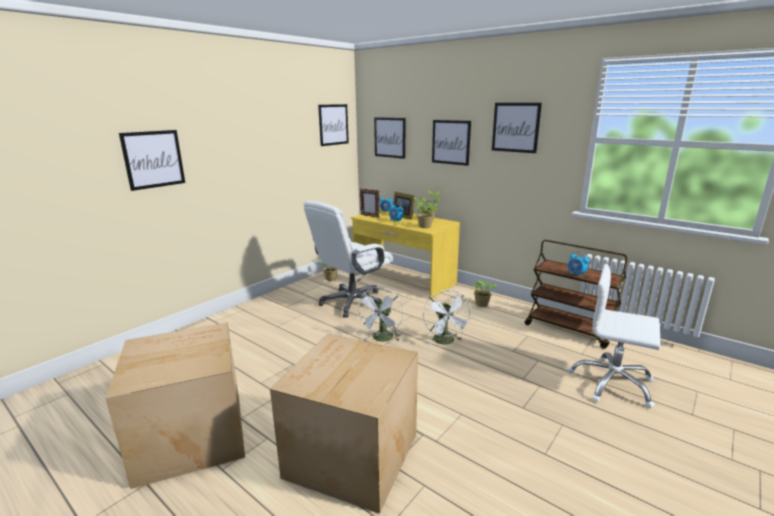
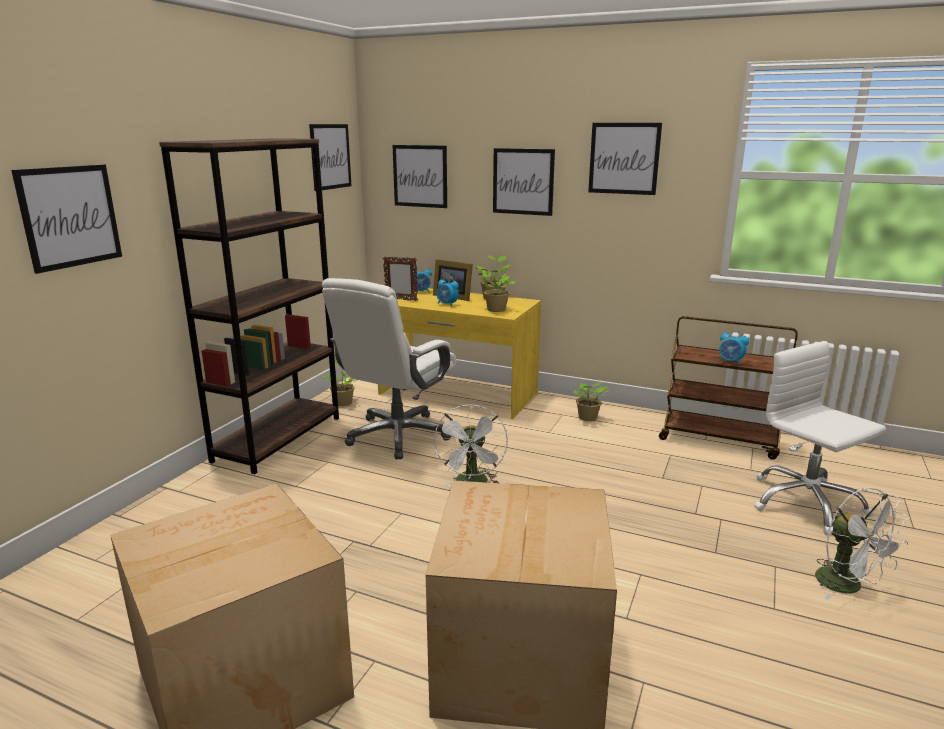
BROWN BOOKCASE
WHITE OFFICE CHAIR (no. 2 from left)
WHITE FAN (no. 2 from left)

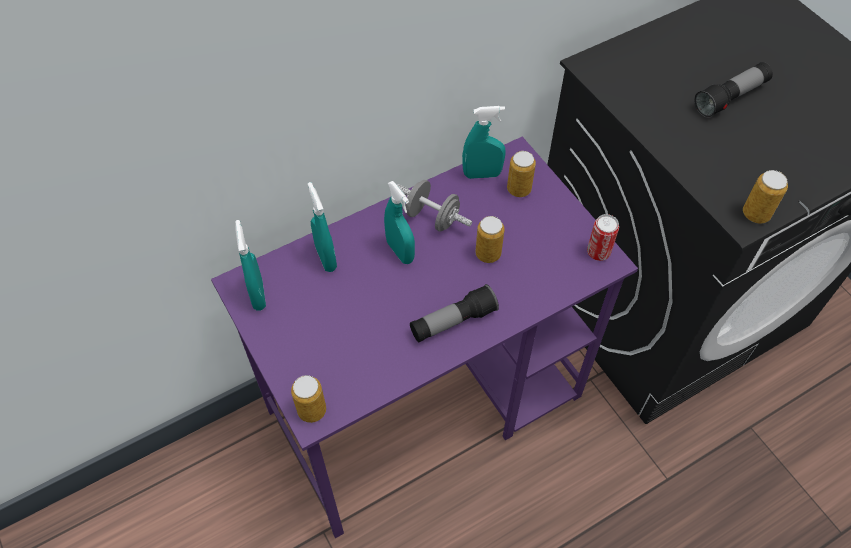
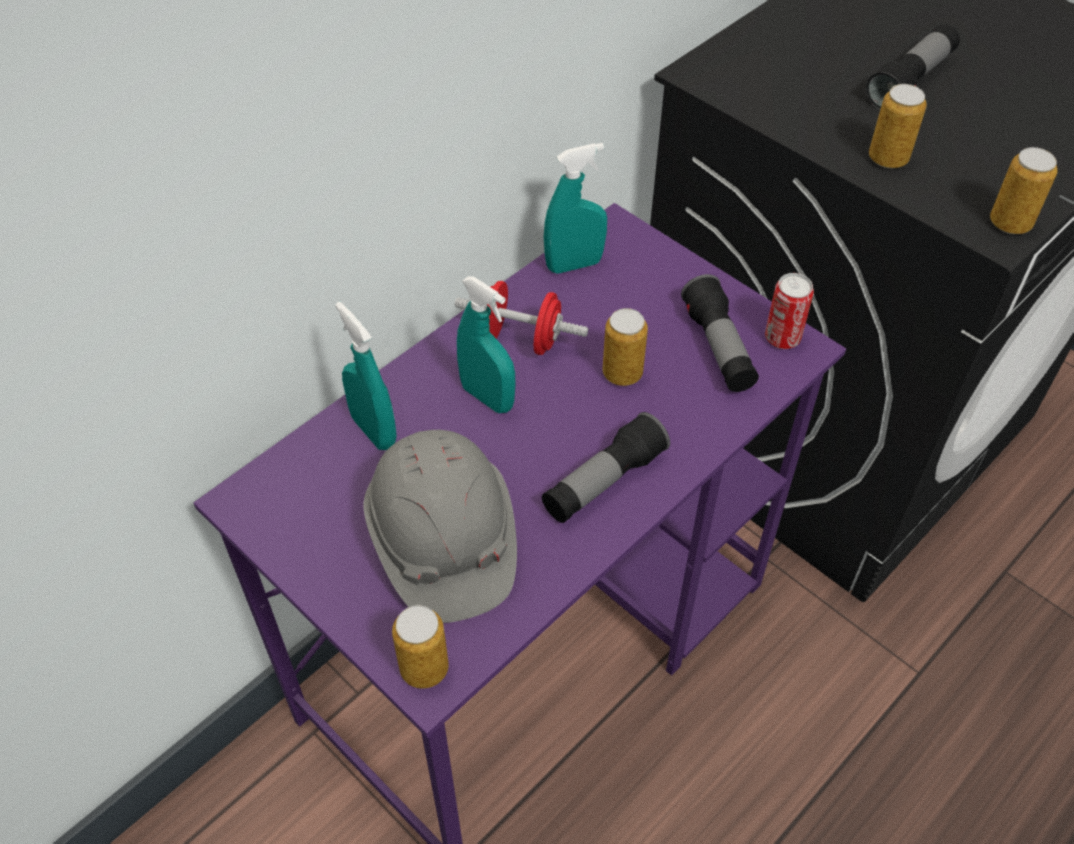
GREY HARD HAT
RED DUMBBELL
FLASHLIGHT (no. 2 from left)
CAN (no. 4 from left)
TURQUOISE SPRAY BOTTLE (no. 1 from left in the first image)

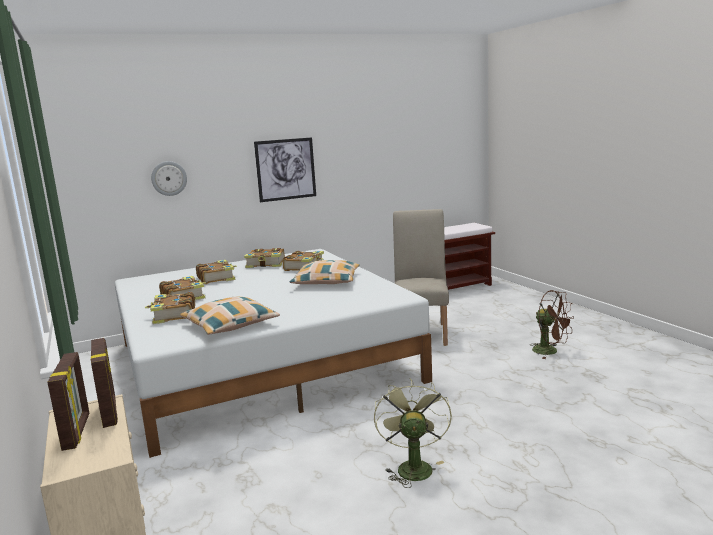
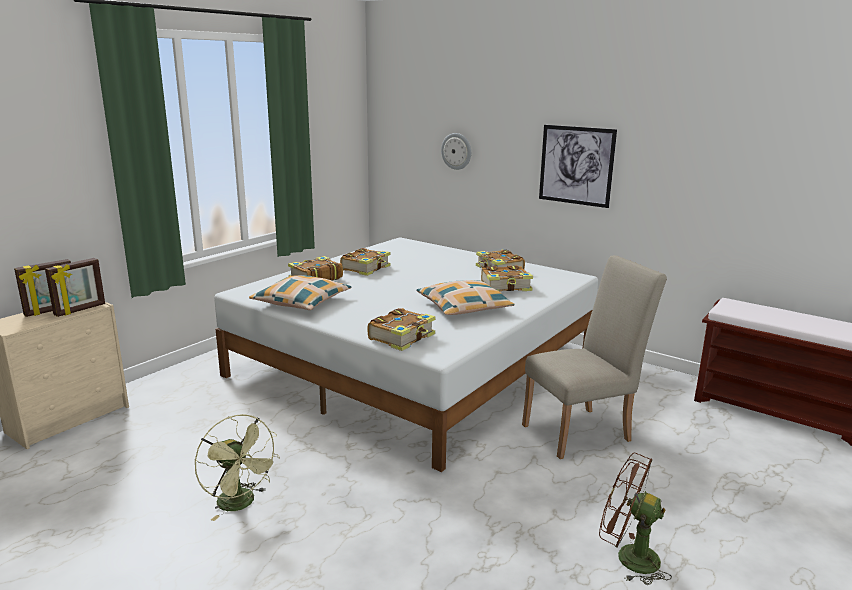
GREEN FAN
BOOK (no. 3 from left)
BROWN FAN

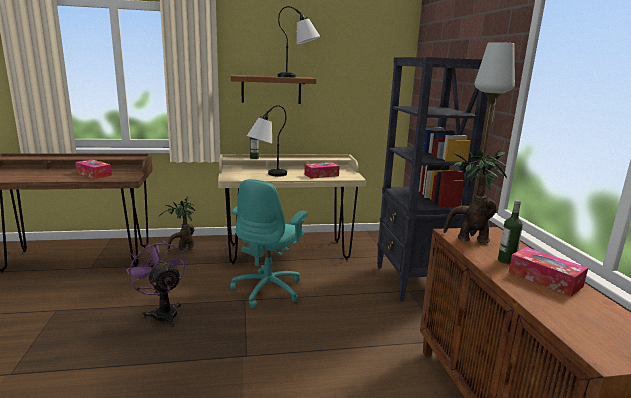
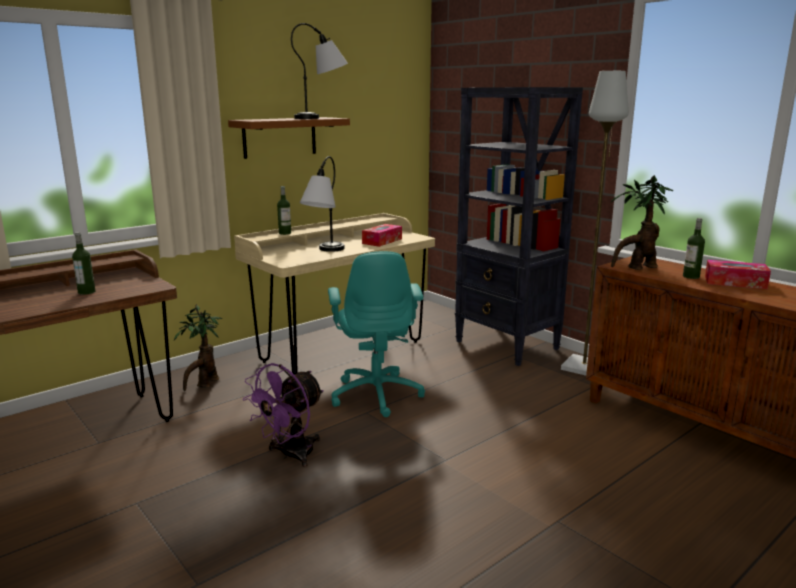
BOTTLE (no. 1 from left)
PURPLE FAN

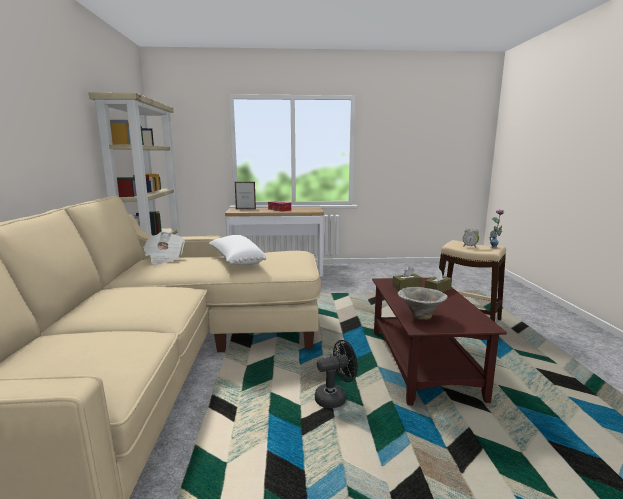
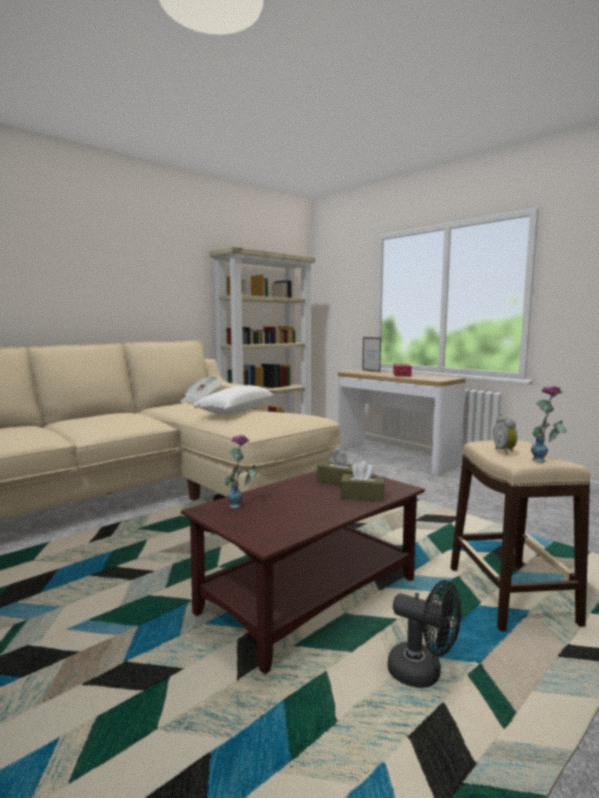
VASE (no. 1 from left)
BLACK FAN

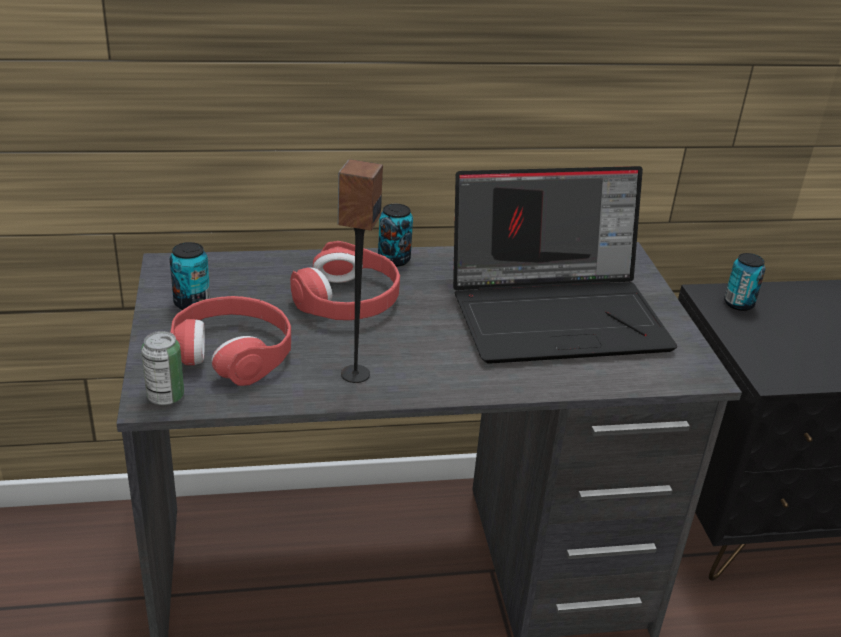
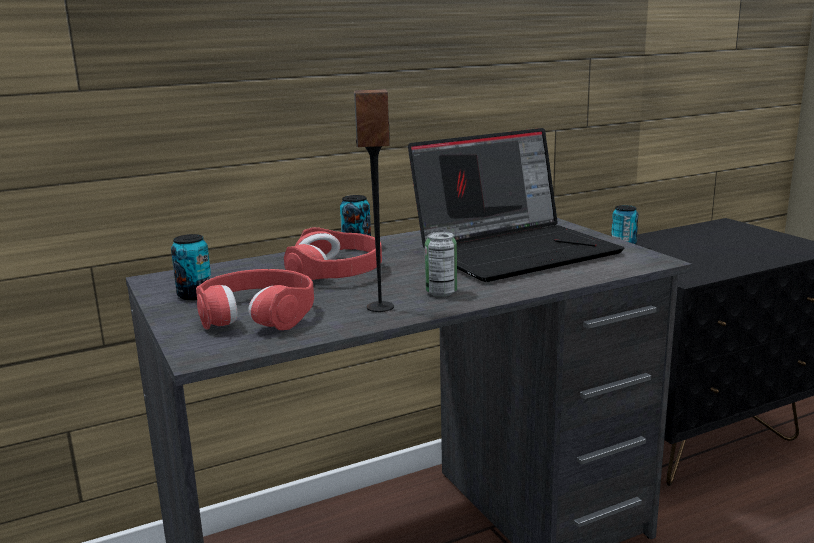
CAN (no. 3 from left)

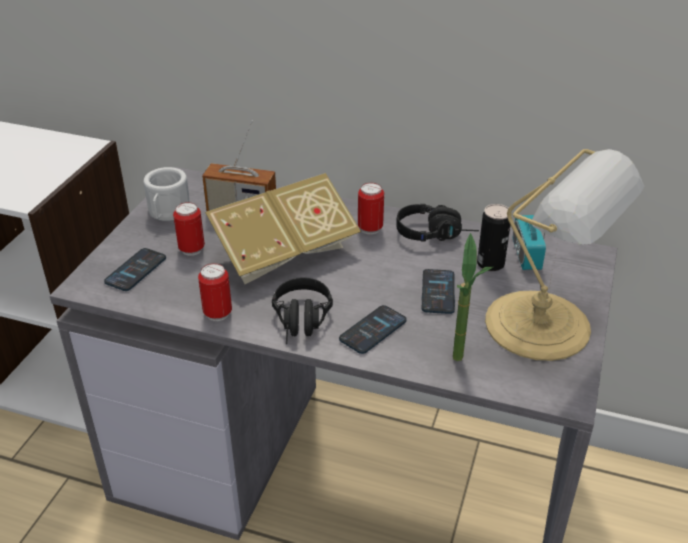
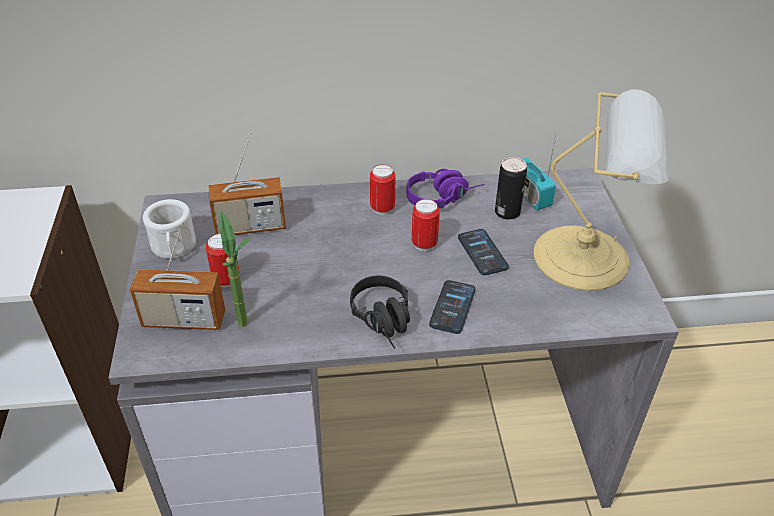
RADIO (no. 1 from left)
POTTED PLANT
PURPLE HEADPHONES
CAN (no. 3 from left)
BOOK

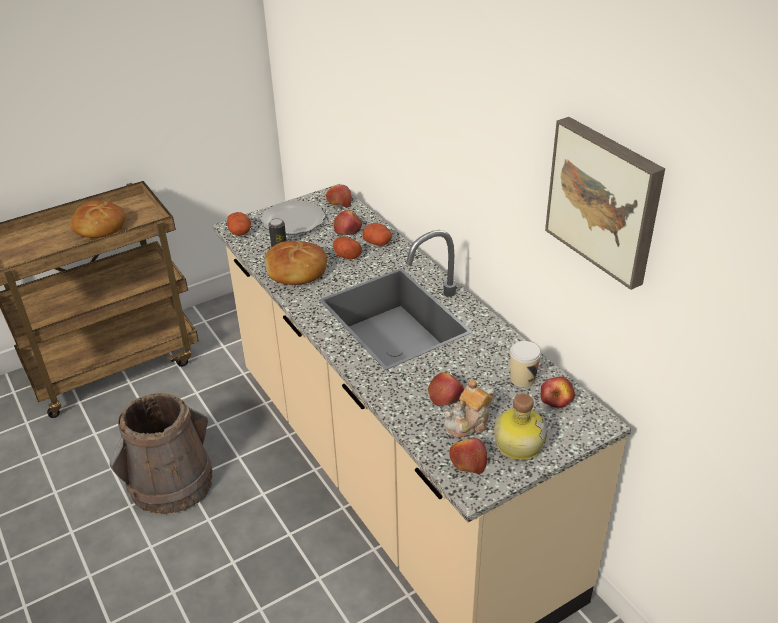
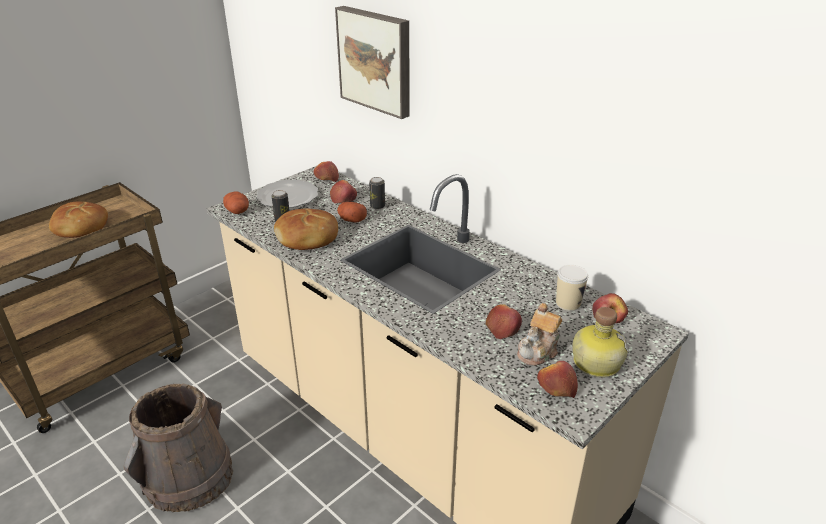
PICTURE
CAN (no. 2 from left)

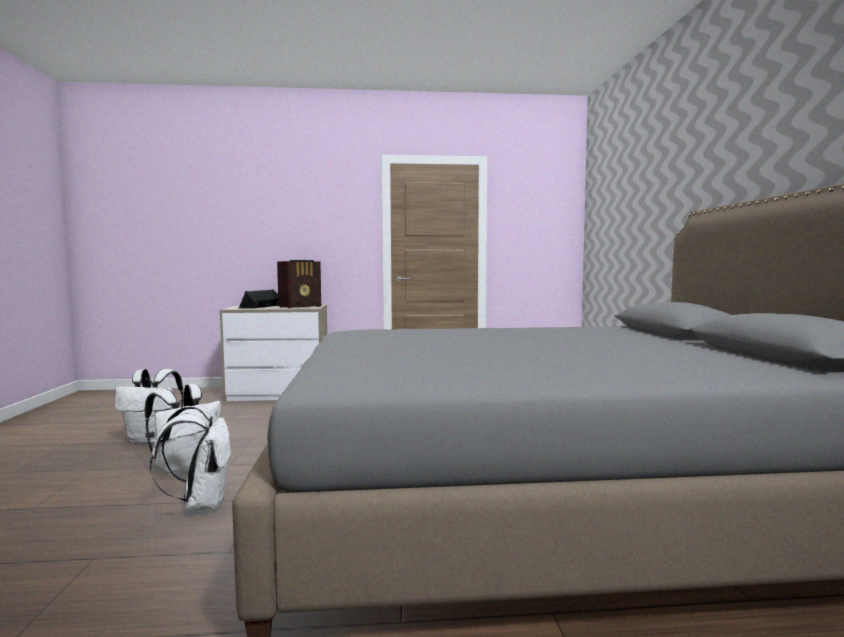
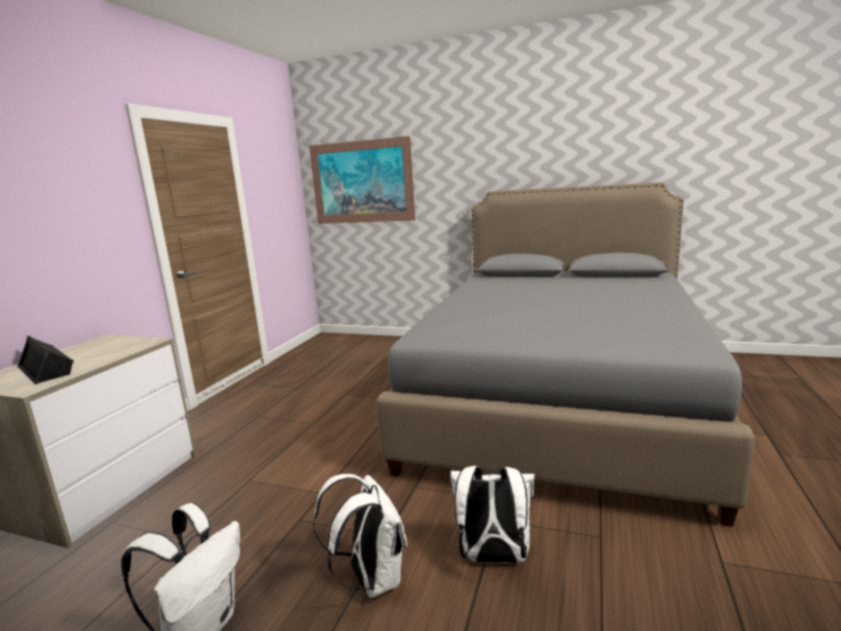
PICTURE
RADIO

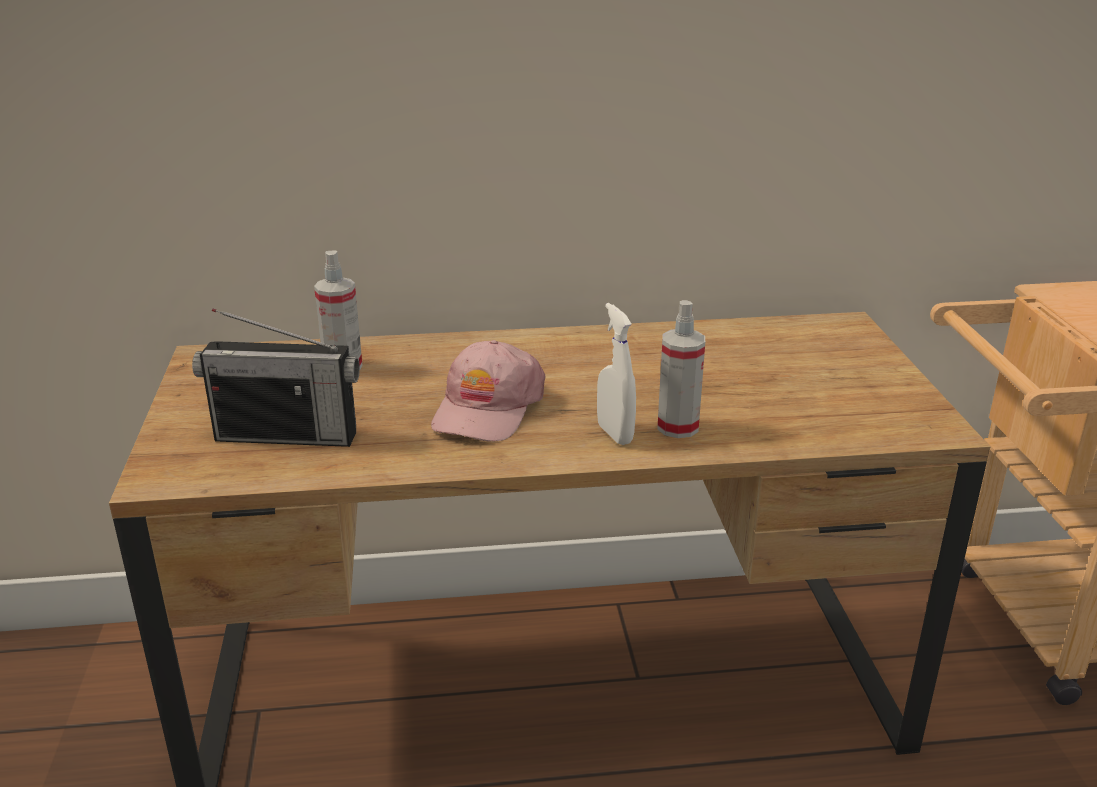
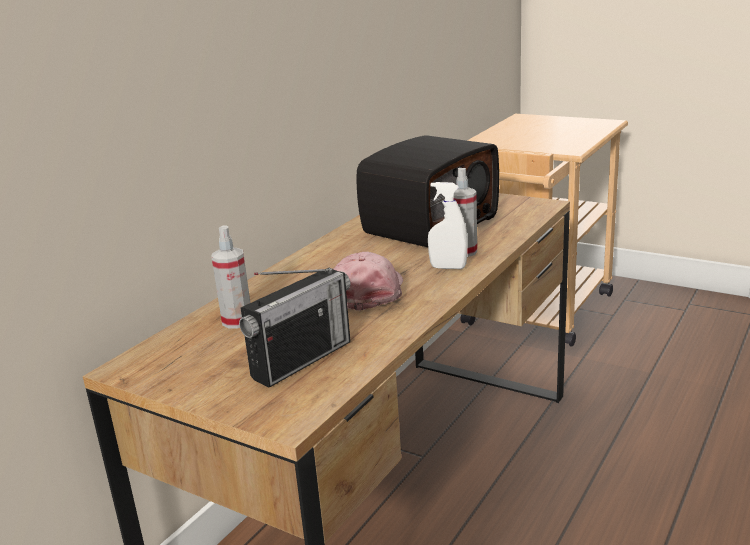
PINK CAP
RADIO (no. 2 from left)

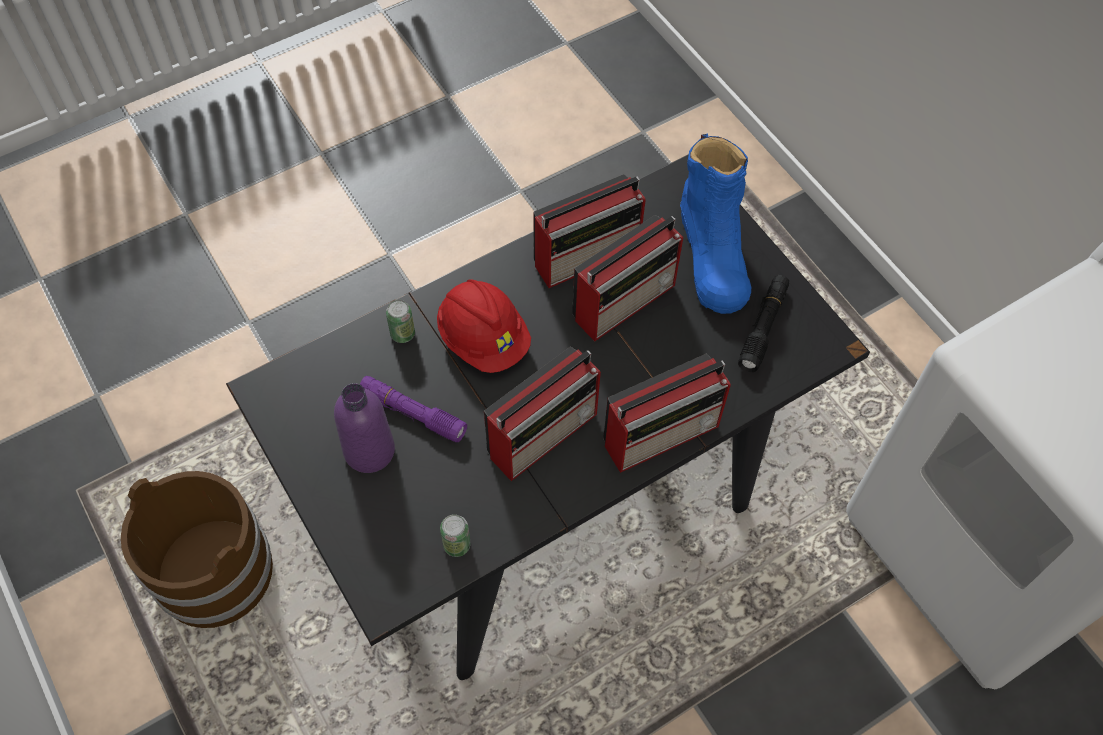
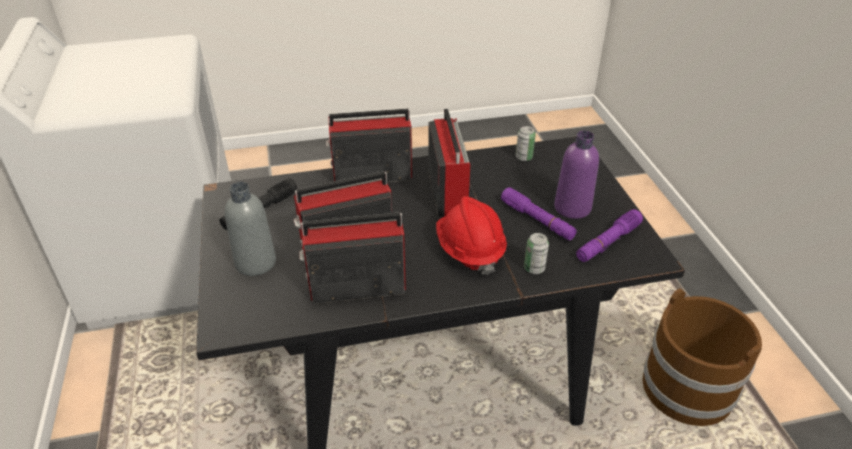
GREY BOTTLE
RADIO (no. 4 from left)
PURPLE FLASHLIGHT (no. 2 from left)

